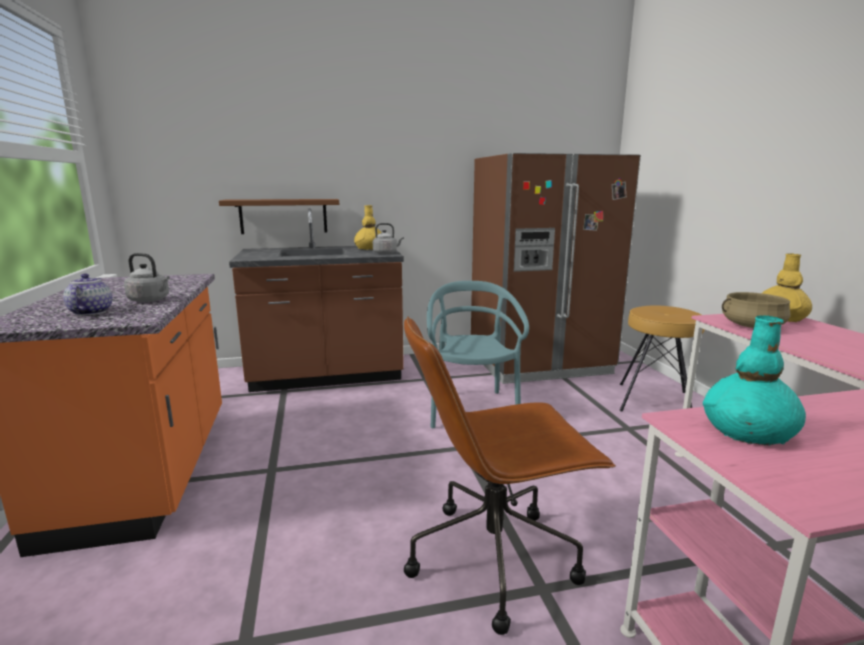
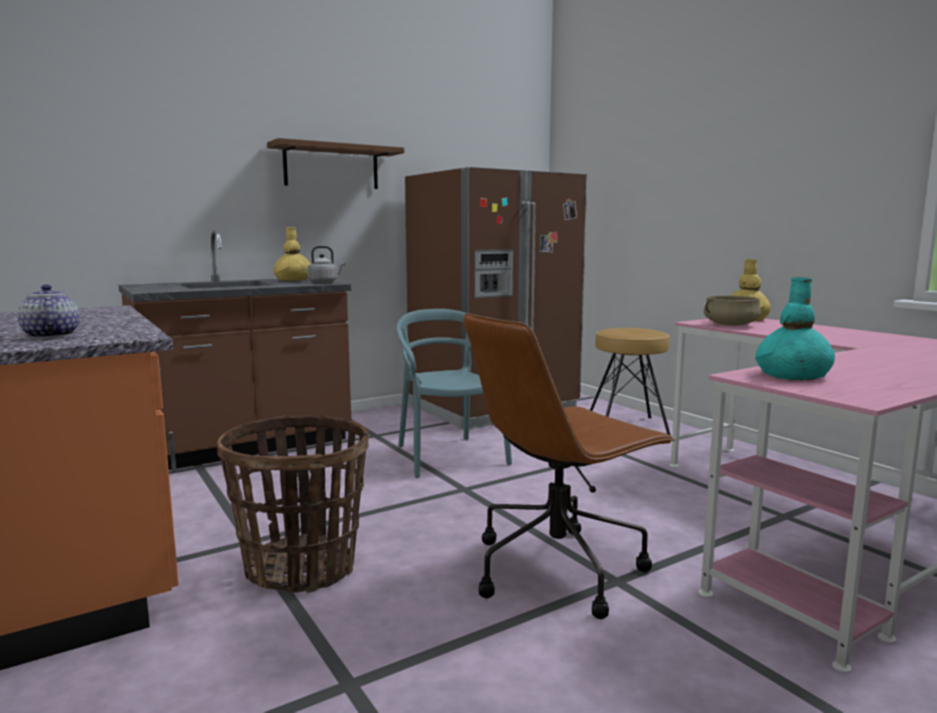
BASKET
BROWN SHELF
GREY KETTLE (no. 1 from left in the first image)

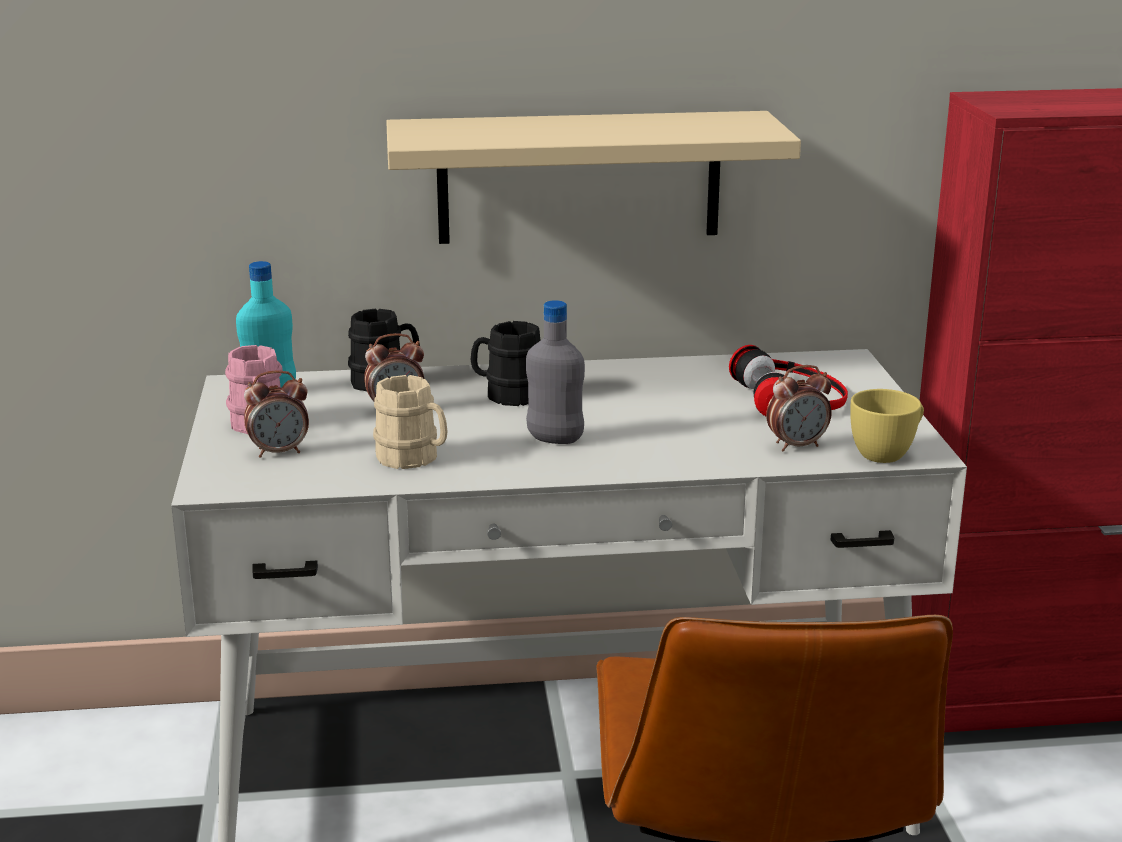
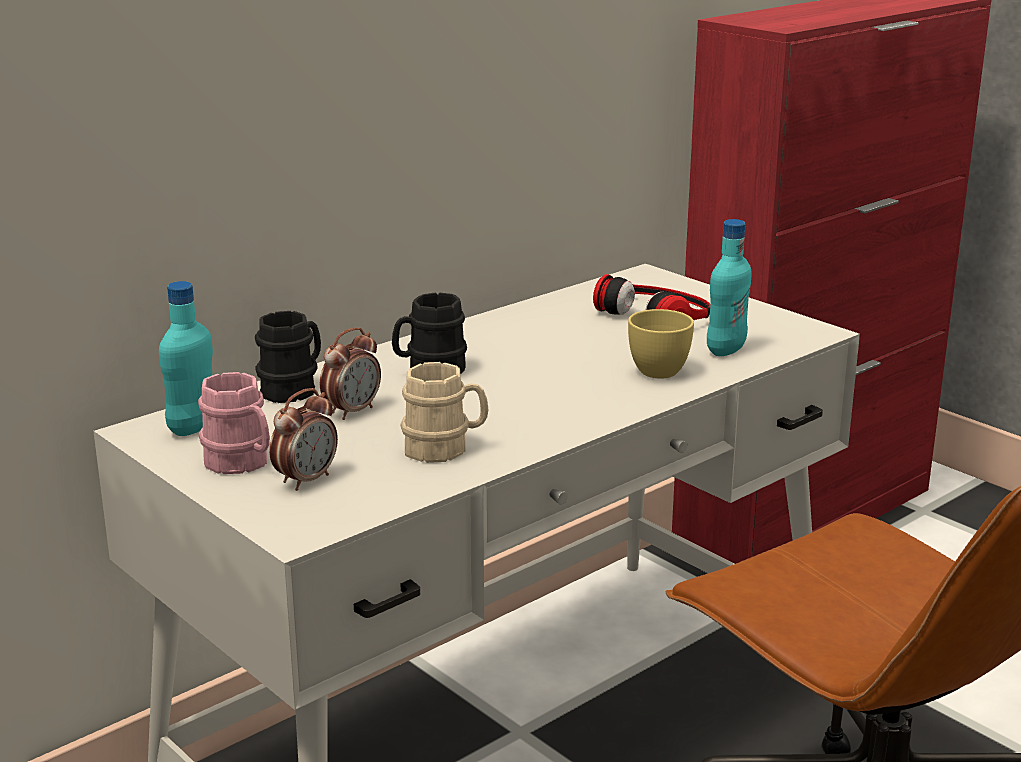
YELLOW CUP
TURQUOISE BOTTLE (no. 2 from left)
BEIGE SHELF
GREY BOTTLE

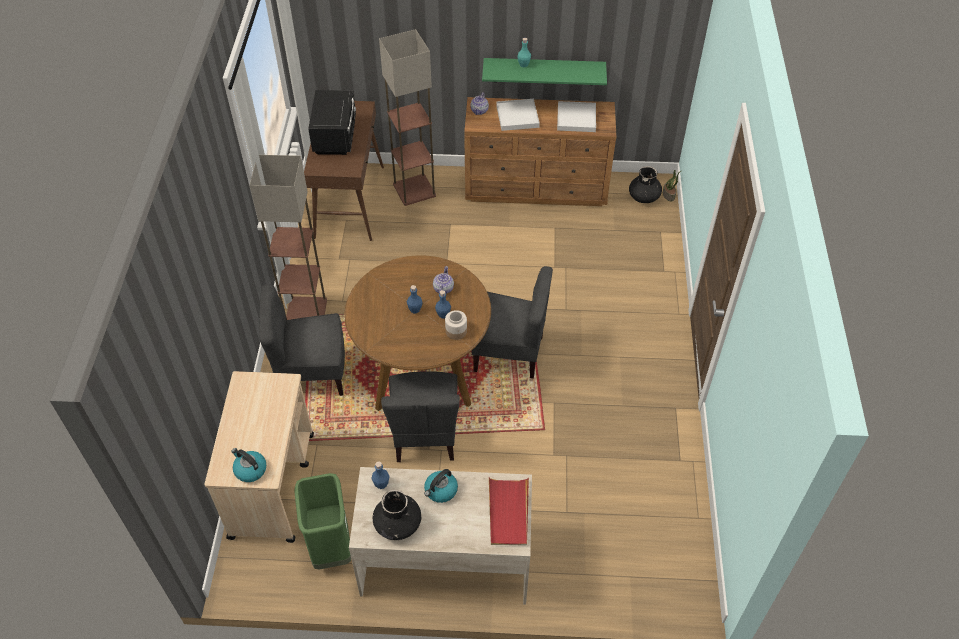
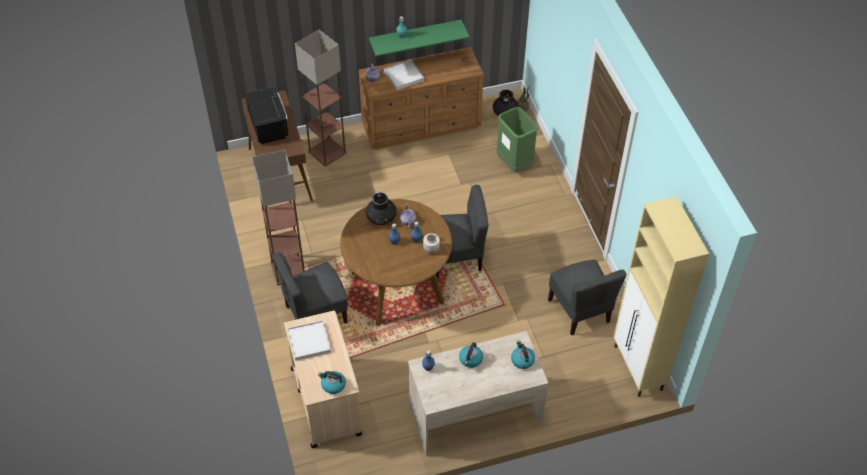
WHITE TRAY (no. 1 from left)
BLACK VASE (no. 1 from left)
GREEN TRASH CAN
KETTLE (no. 3 from left)
GREY CHAIR (no. 3 from left)
BEIGE CABINET

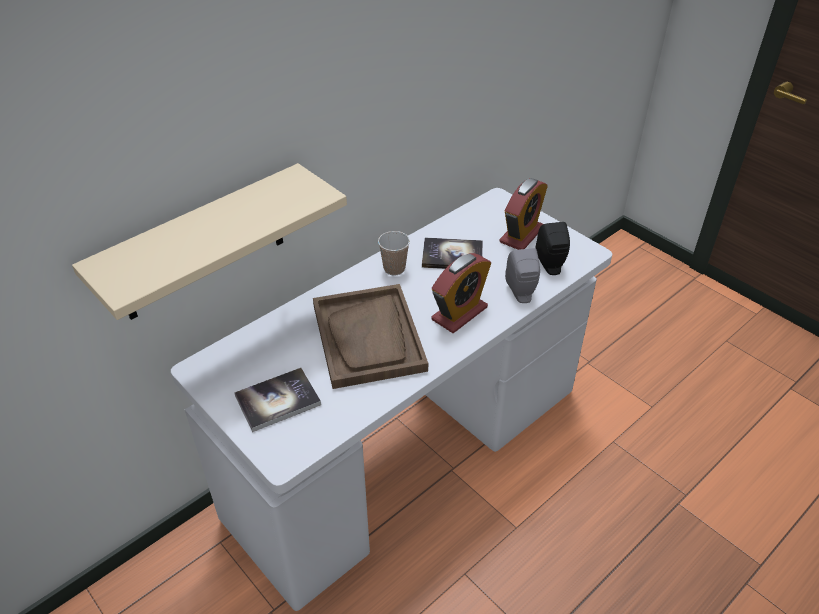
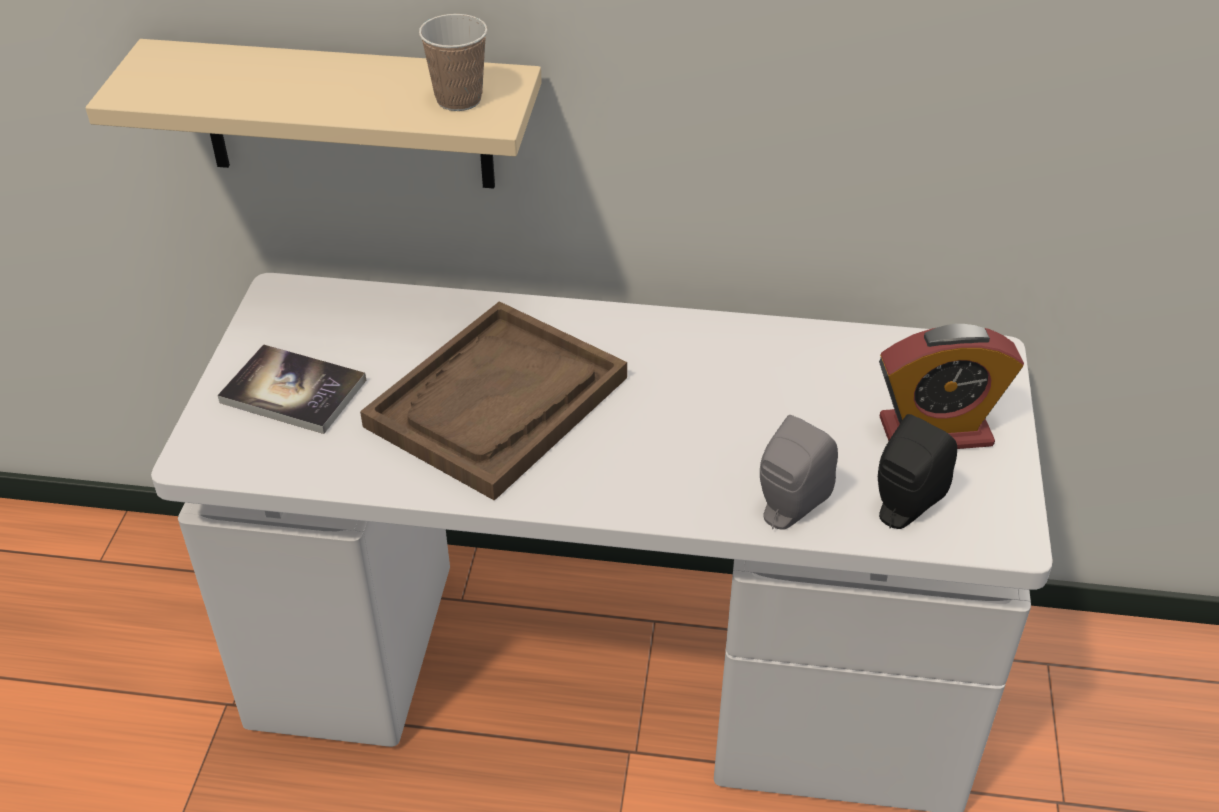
CUP
BOOK (no. 2 from left in the first image)
ALARM CLOCK (no. 1 from left in the first image)

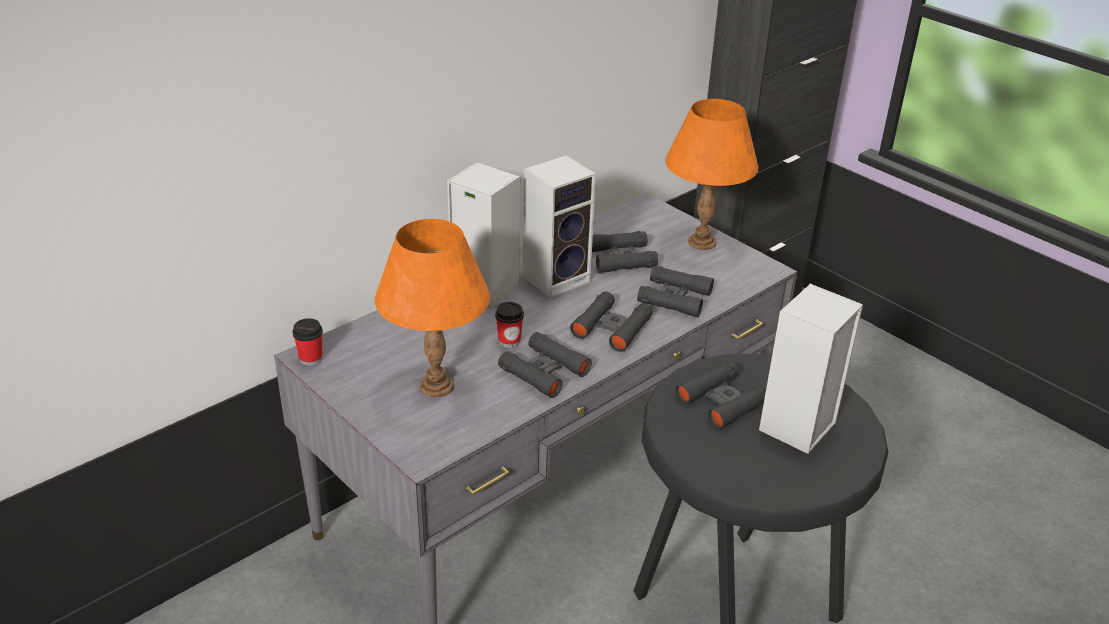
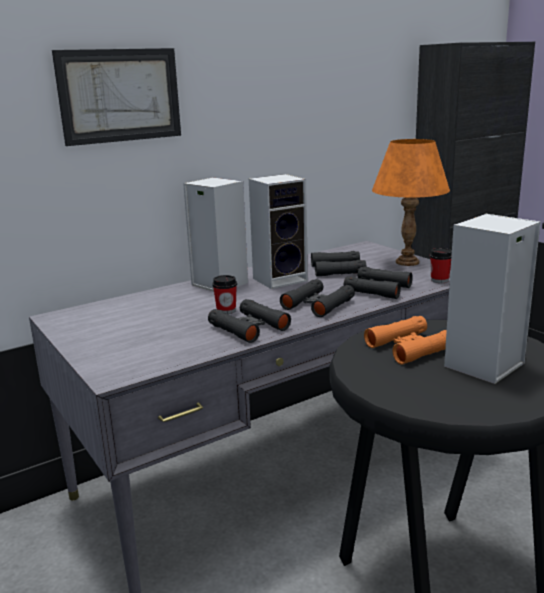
PICTURE
ORANGE BINOCULARS
CUP (no. 2 from left)
ORANGE TABLE LAMP (no. 1 from left in the first image)

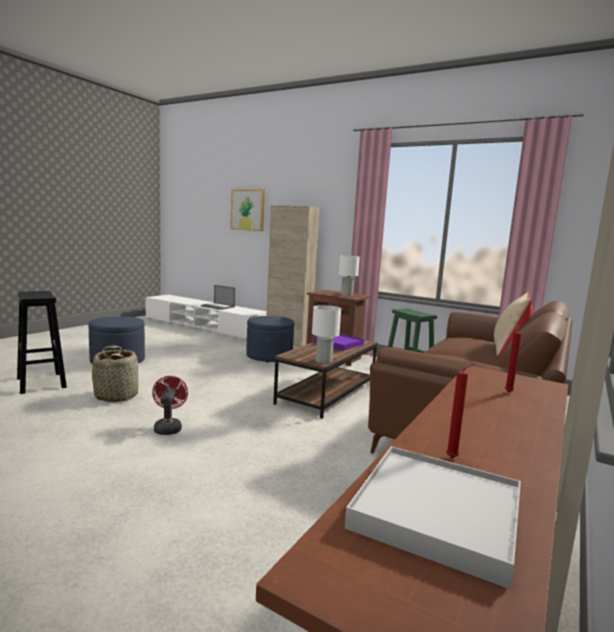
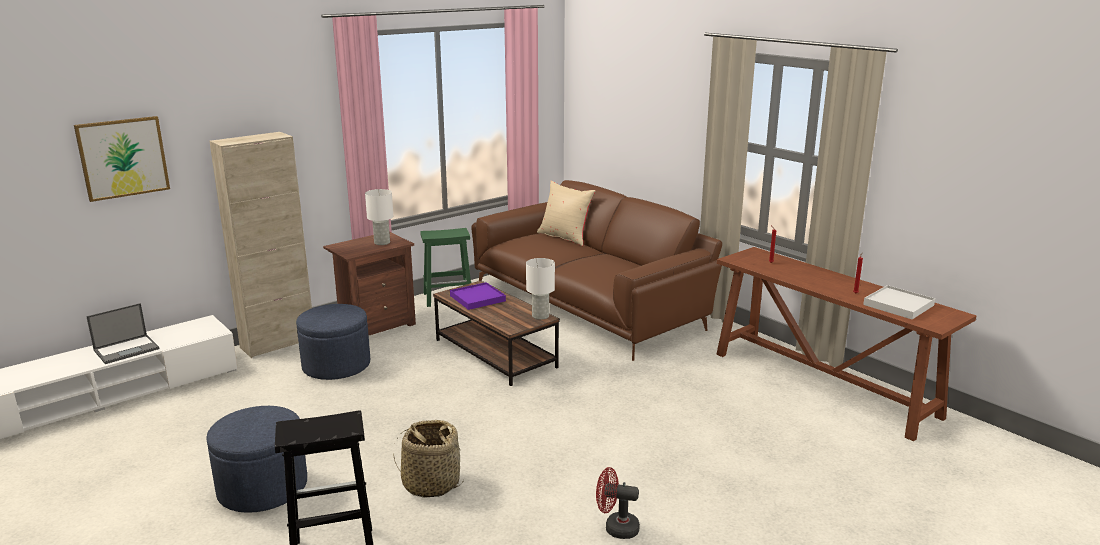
RED FAN

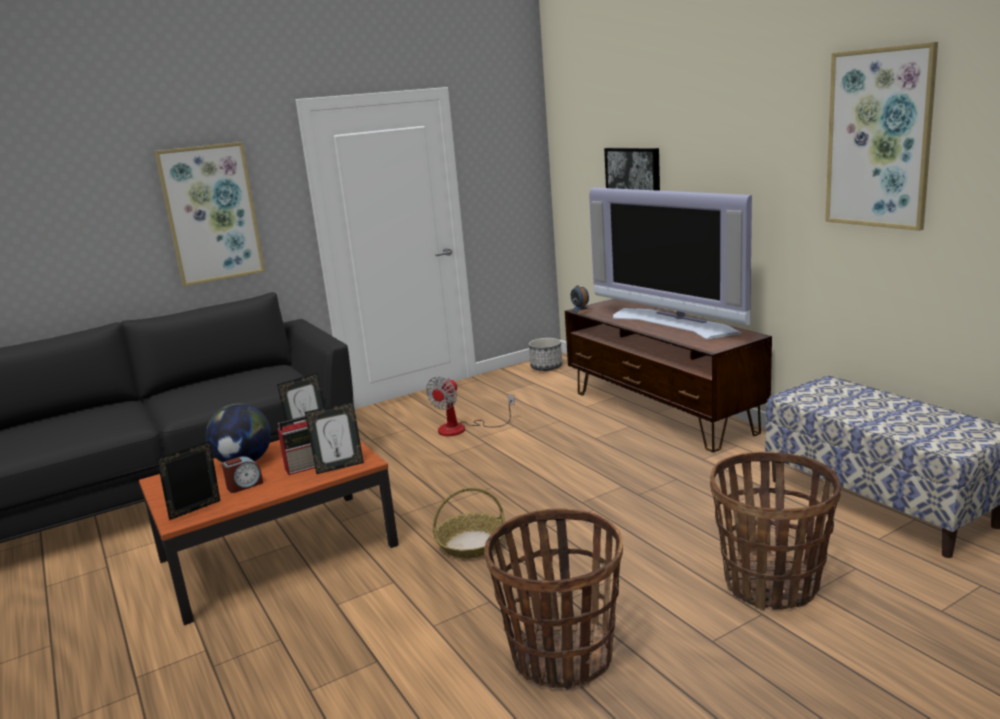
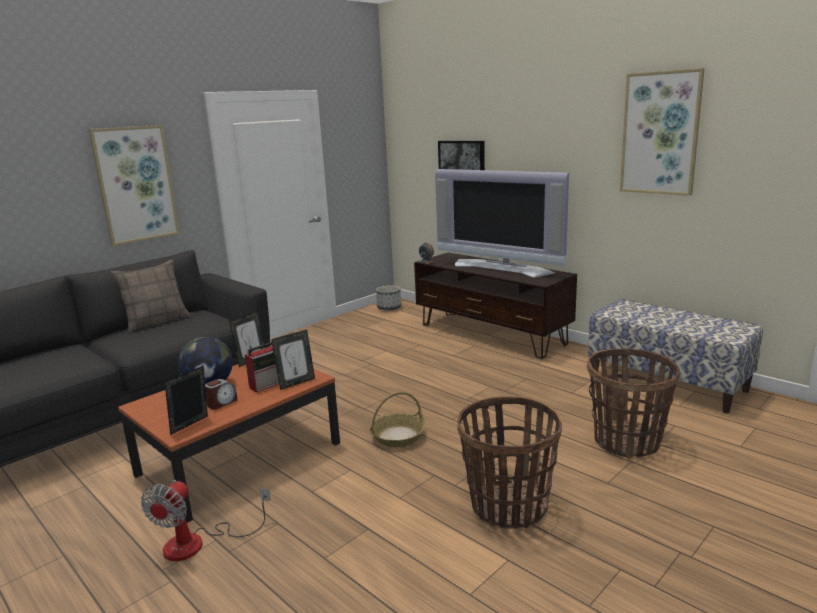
PILLOW
FAN

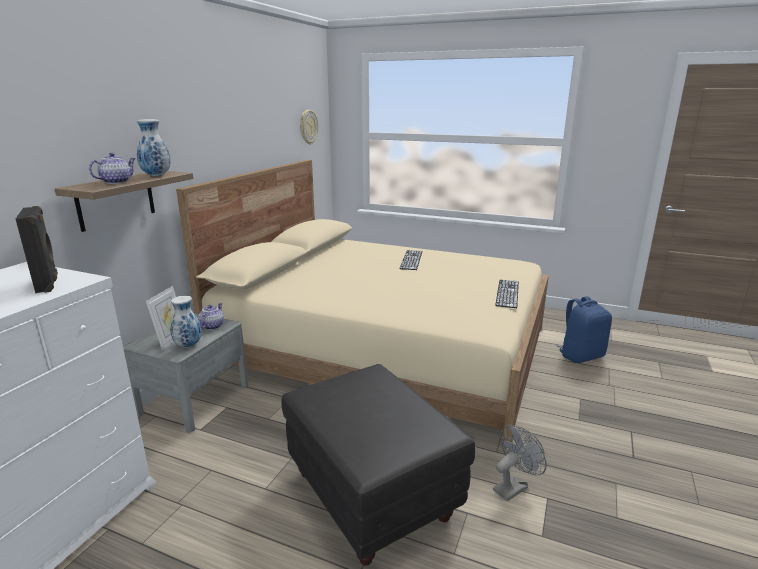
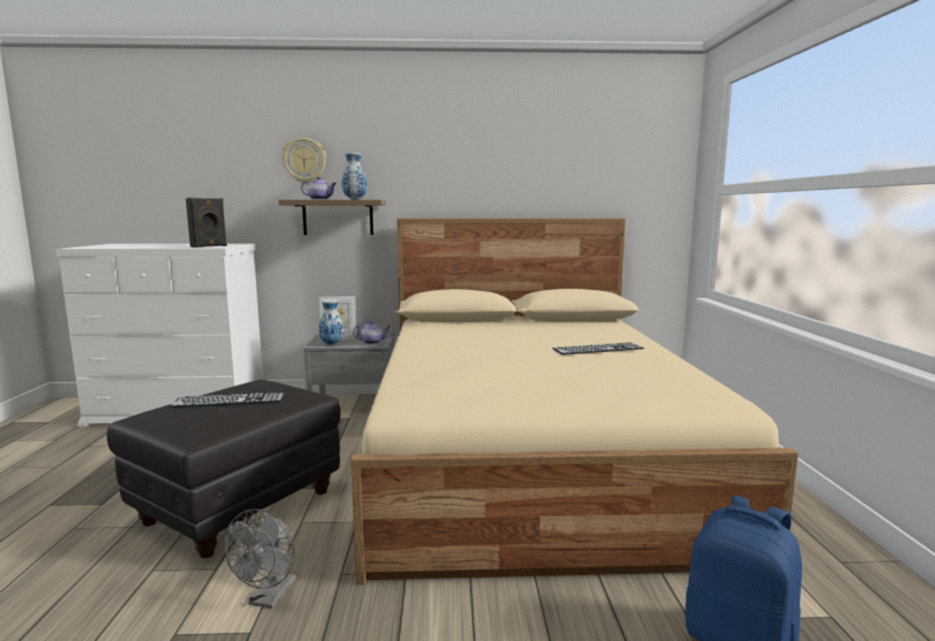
KEYBOARD (no. 1 from left)
GREY FAN
WALL CLOCK

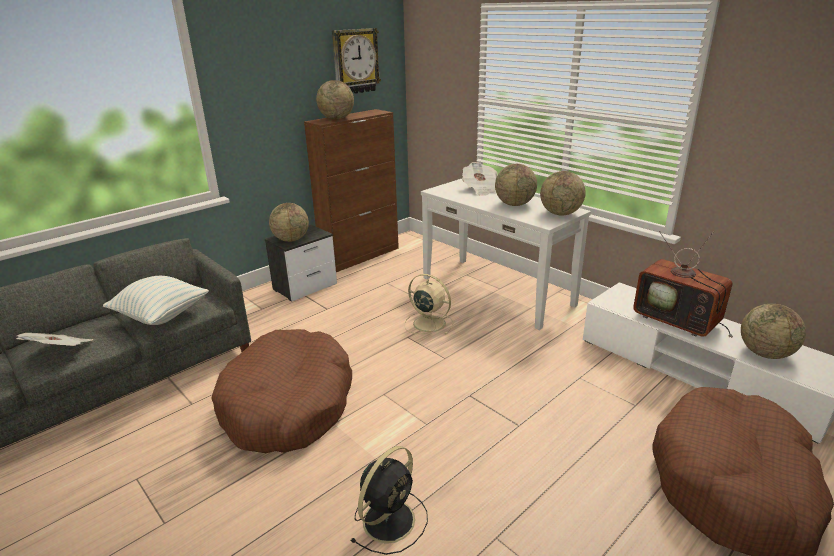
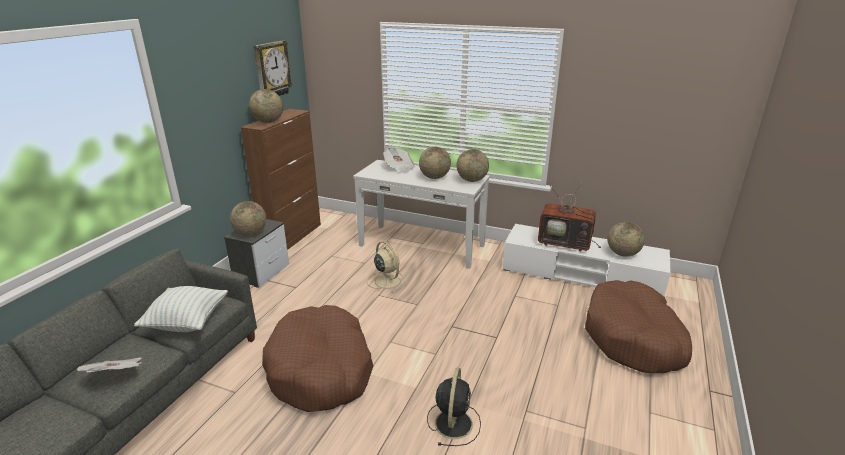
BEIGE FAN

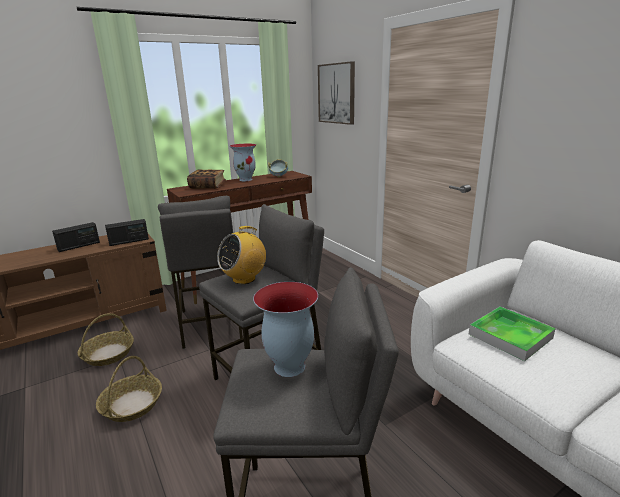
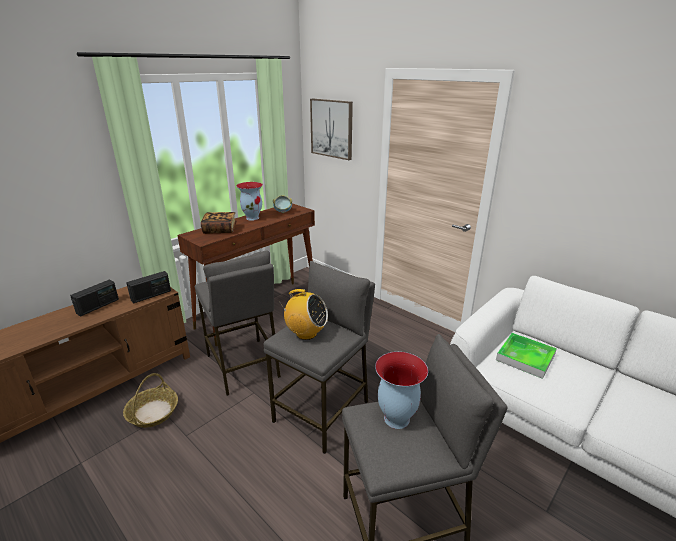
RADIO (no. 3 from left)
BASKET (no. 2 from left in the first image)

